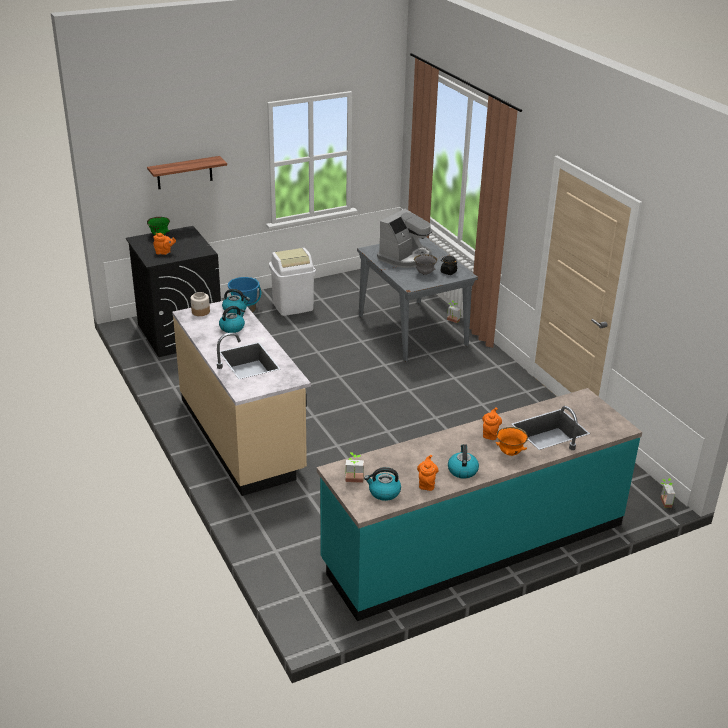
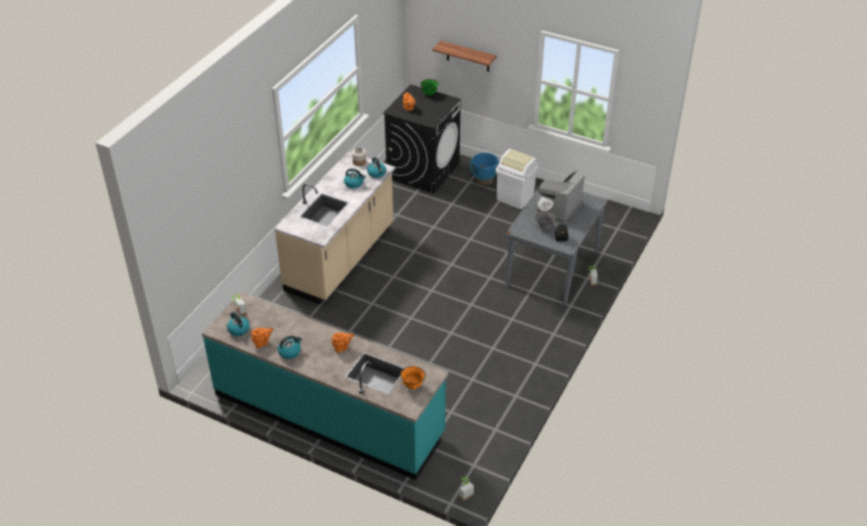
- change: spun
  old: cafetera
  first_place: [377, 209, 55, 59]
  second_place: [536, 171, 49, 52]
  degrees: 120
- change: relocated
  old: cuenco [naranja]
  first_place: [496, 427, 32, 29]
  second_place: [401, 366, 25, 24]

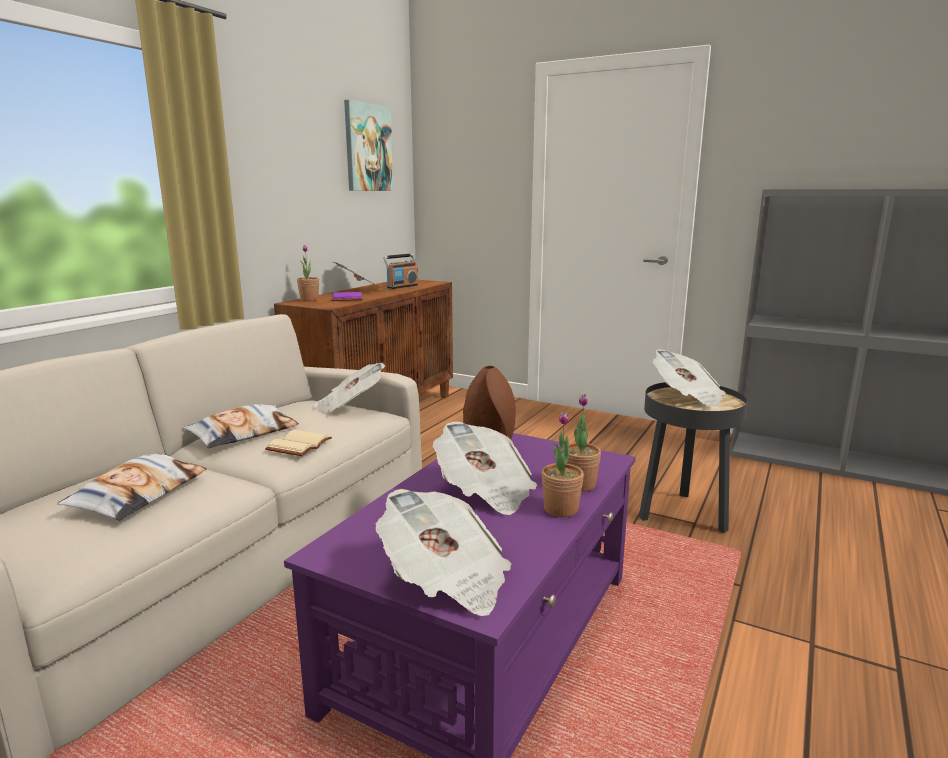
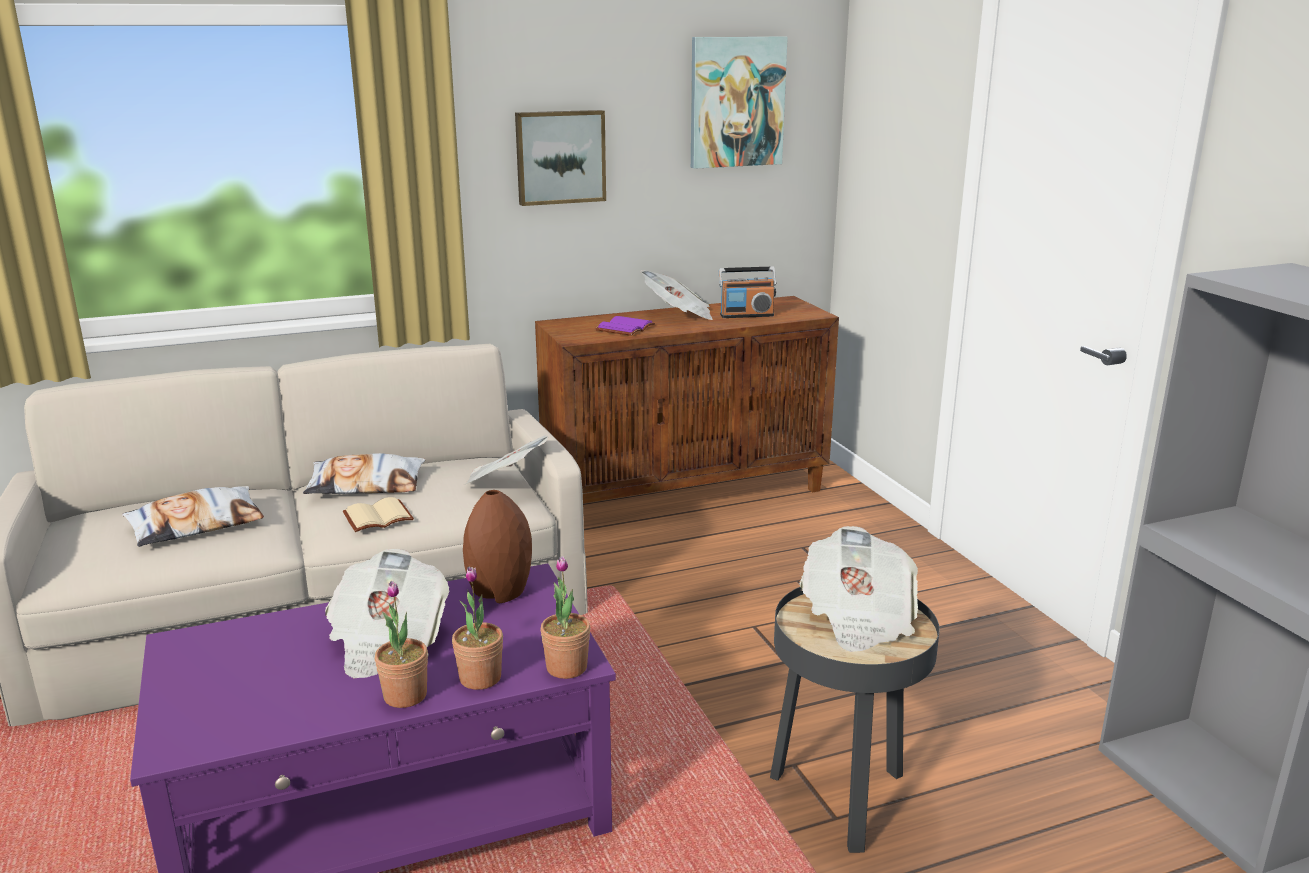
- change: relocated
  old: planta en maceta
  first_place: [297, 245, 22, 57]
  second_place: [540, 556, 50, 123]
- change: missing
  old: periódico
  first_place: [376, 489, 135, 127]
- change: appeared
  new: cuadro
  second_place: [515, 110, 91, 96]

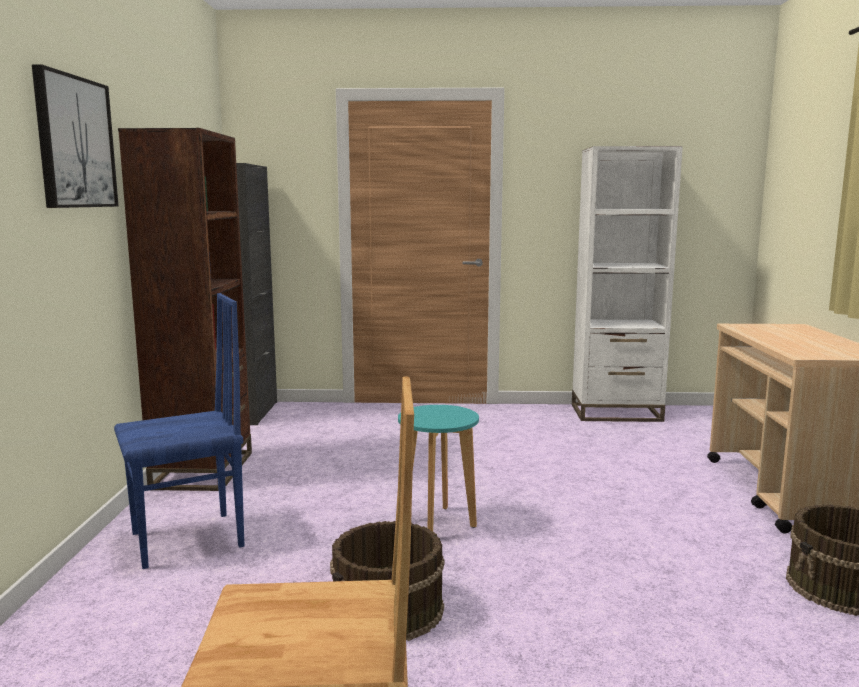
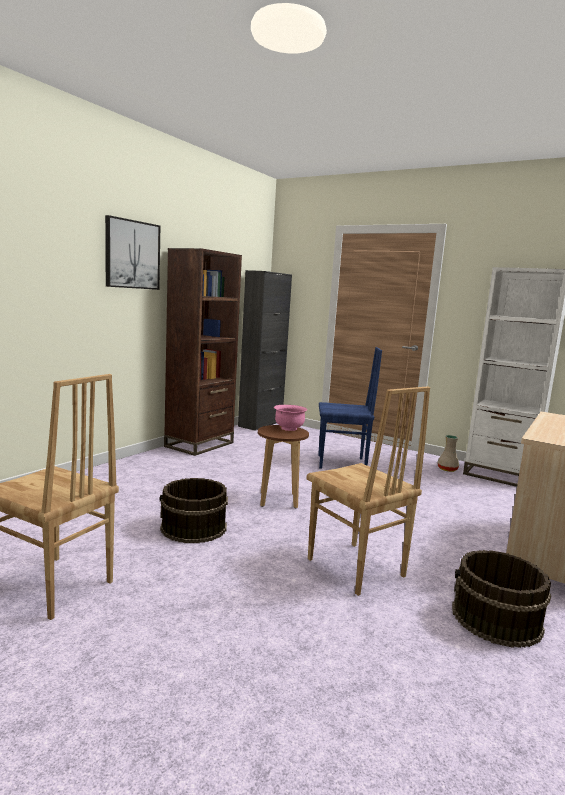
- change: relocated
  old: silla [azul]
  first_place: [114, 293, 131, 276]
  second_place: [318, 347, 64, 122]
- change: colour
  old: taburete [turquesa]
  new: taburete [marrón]
  first_place: [398, 405, 81, 127]
  second_place: [258, 425, 51, 83]
- change: appeared
  new: silla [marrón]
  second_place: [307, 386, 123, 210]
- change: appeared
  new: cuenco [rosa]
  second_place: [274, 405, 34, 26]
- change: appeared
  new: florero [beis]
  second_place: [437, 435, 22, 37]

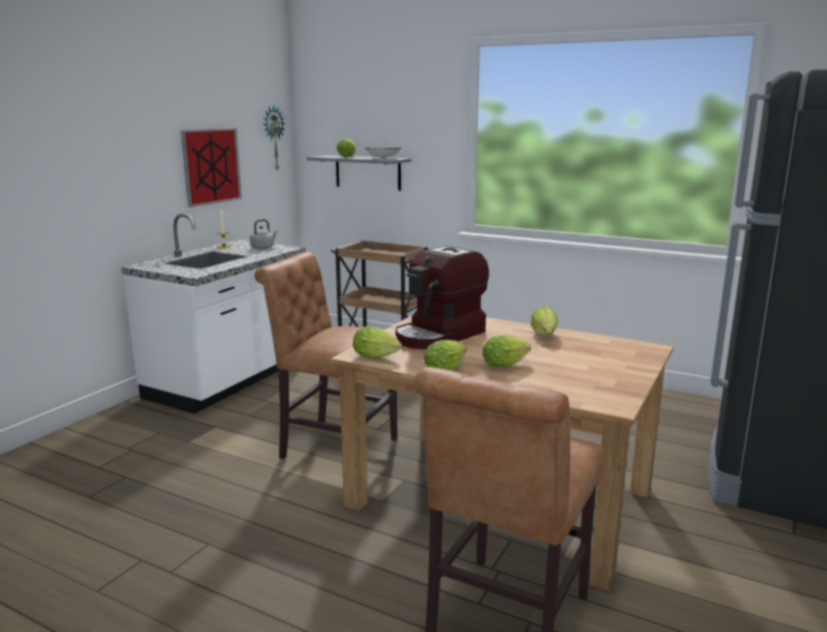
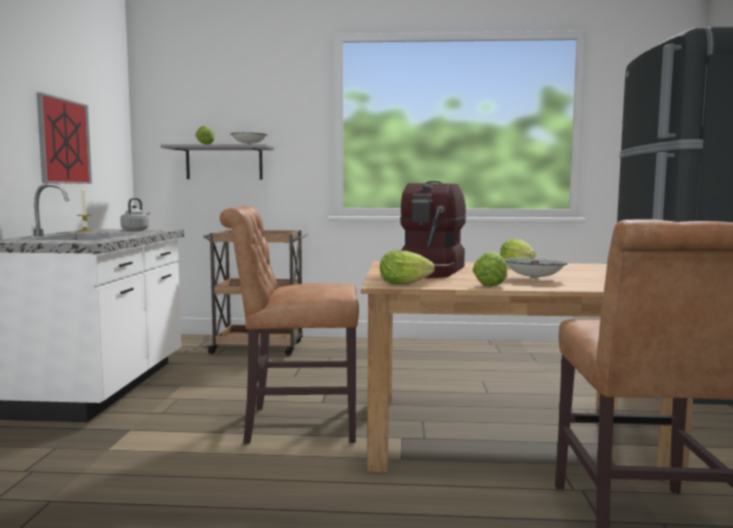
- change: missing
  old: reloj de pared
  first_place: [263, 105, 23, 65]
- change: exchanged
  old: lechuga
  new: cuenco
  first_place: [483, 335, 48, 32]
  second_place: [505, 258, 63, 22]

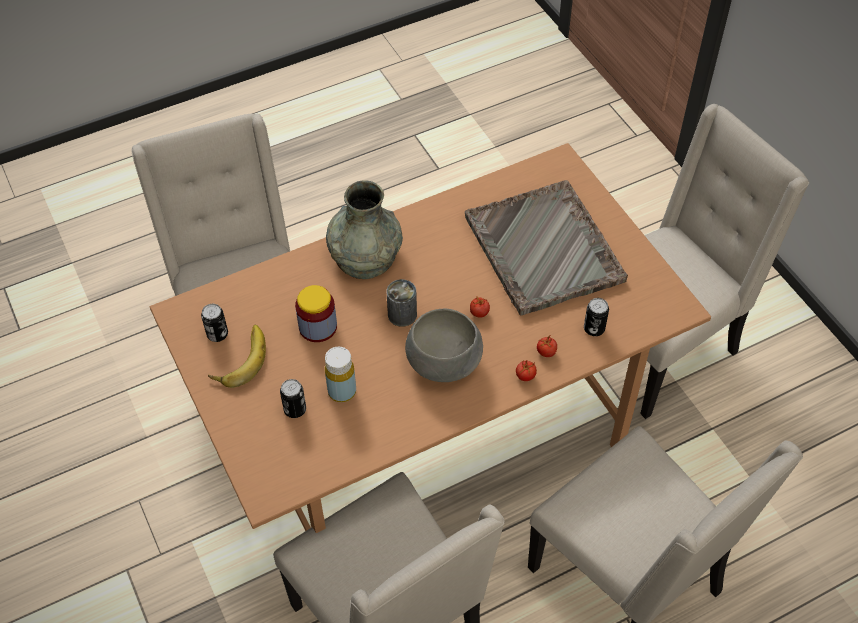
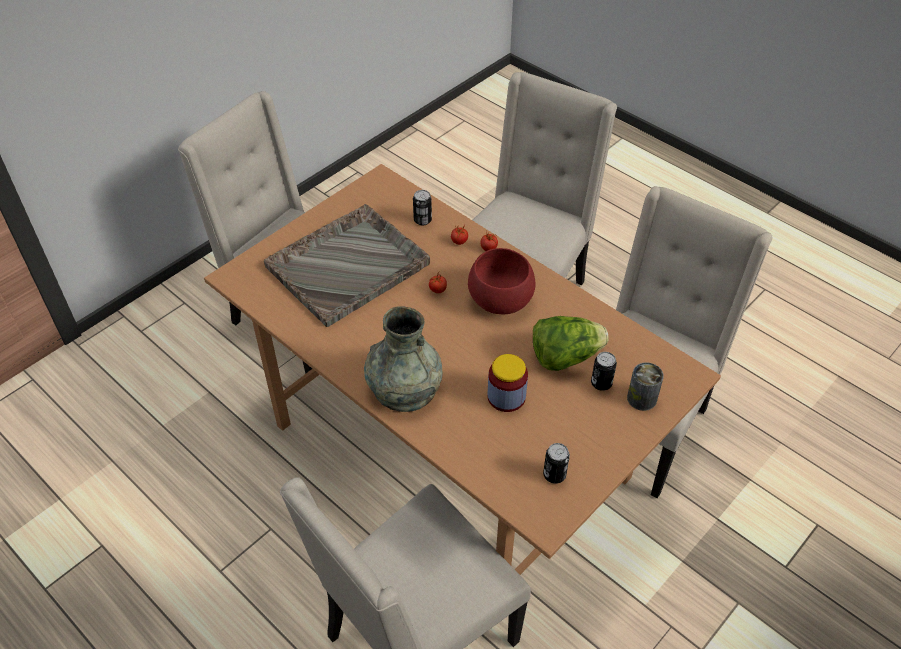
- change: relocated
  old: lata
  first_place: [387, 279, 30, 48]
  second_place: [627, 362, 37, 49]
- change: colour
  old: cuenco [gris]
  new: cuenco [rojo]
  first_place: [405, 309, 78, 73]
  second_place: [468, 248, 68, 66]
- change: missing
  old: plátano
  first_place: [208, 325, 58, 63]
- change: exchanged
  old: botella [amarillo]
  new: lechuga
  first_place: [325, 347, 31, 55]
  second_place: [533, 316, 76, 55]

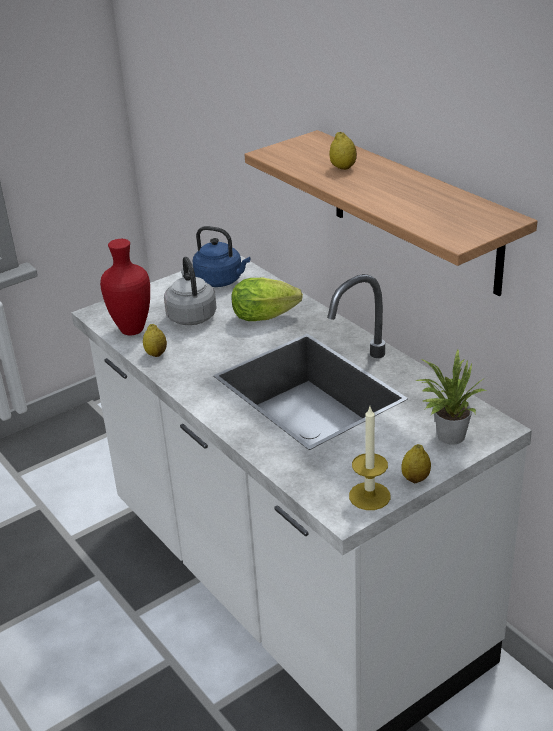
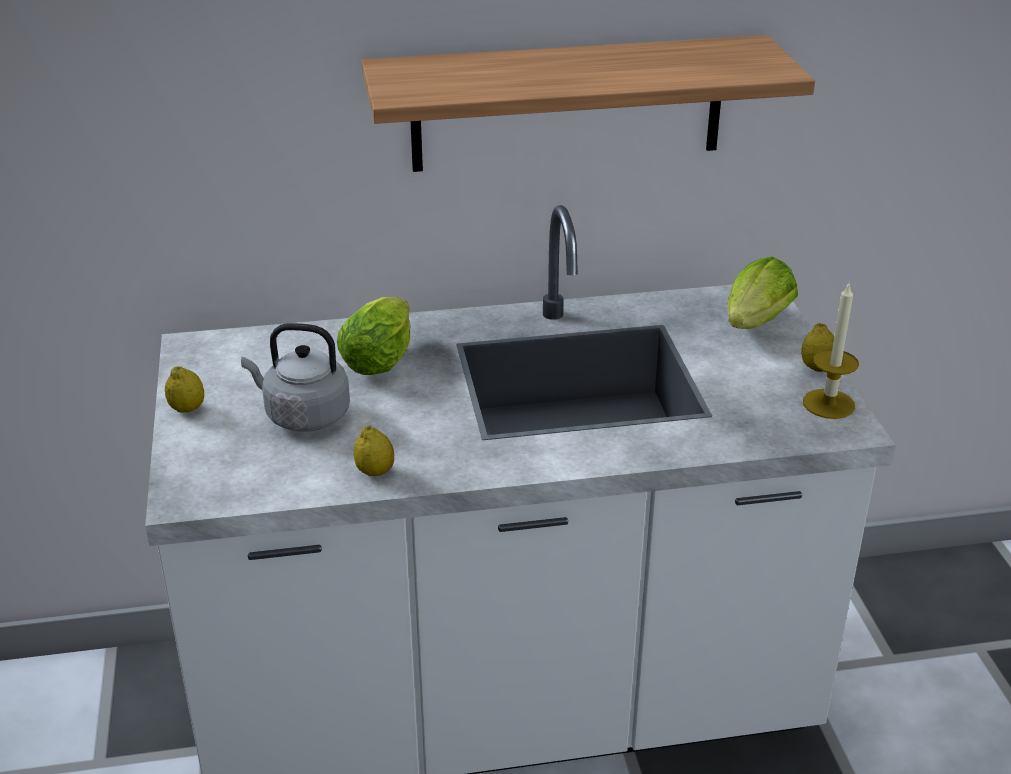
- change: relocated
  old: limón
  first_place: [329, 132, 28, 38]
  second_place: [165, 366, 39, 46]
- change: missing
  old: hervidor [azul]
  first_place: [193, 226, 57, 61]
- change: missing
  old: florero [rojo]
  first_place: [100, 239, 50, 96]
- change: exchanged
  old: planta en maceta
  new: lechuga
  first_place: [416, 349, 70, 96]
  second_place: [727, 257, 71, 72]

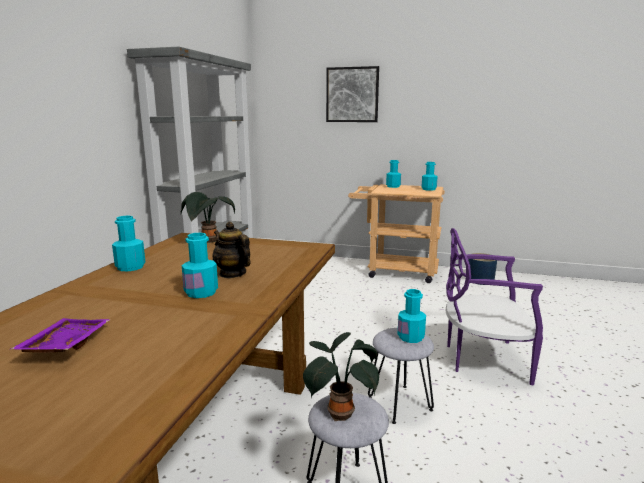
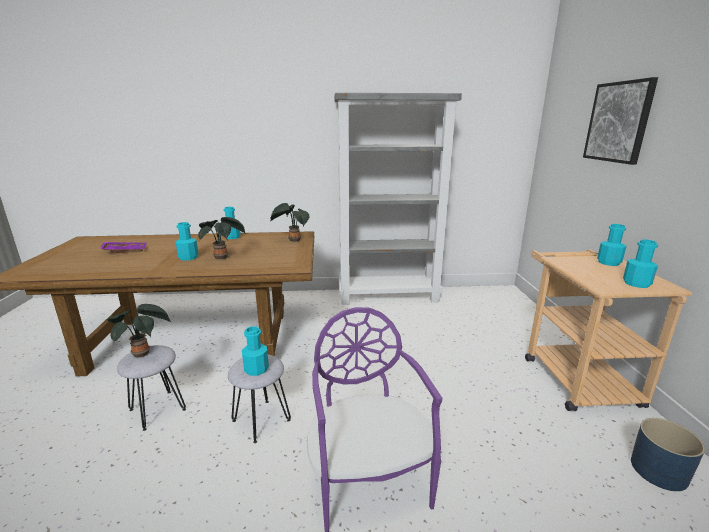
- change: exchanged
  old: tetera
  new: planta en maceta
  first_place: [213, 222, 38, 56]
  second_place: [198, 217, 49, 43]

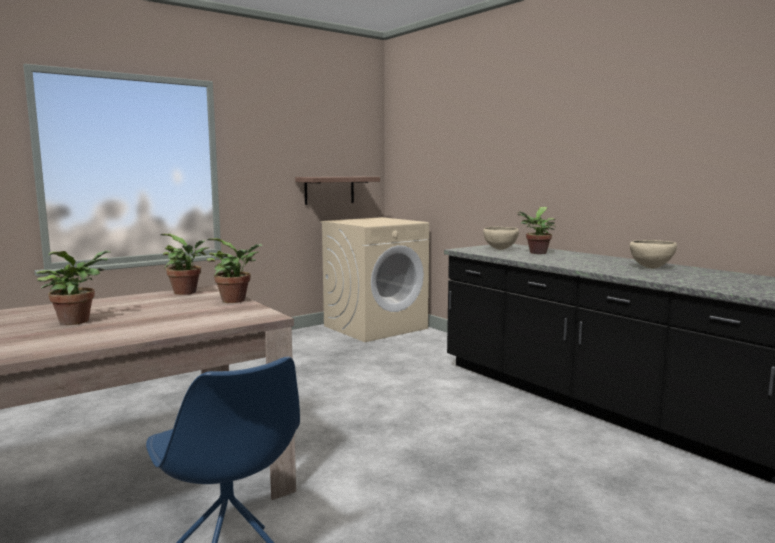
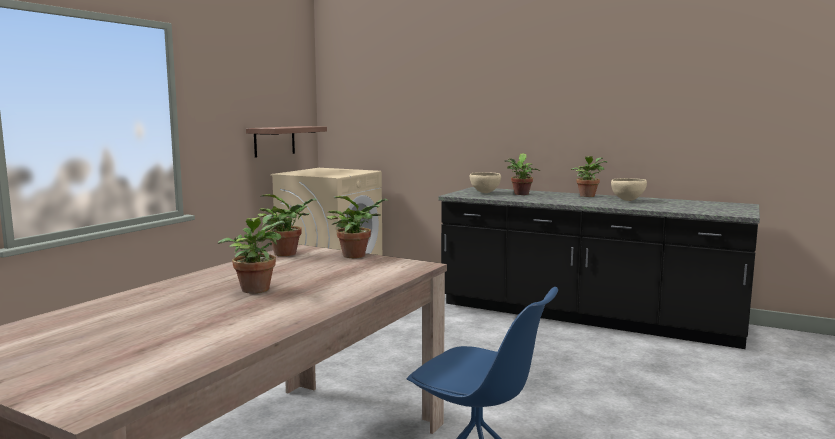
- change: appeared
  new: planta en maceta
  second_place: [570, 156, 37, 41]

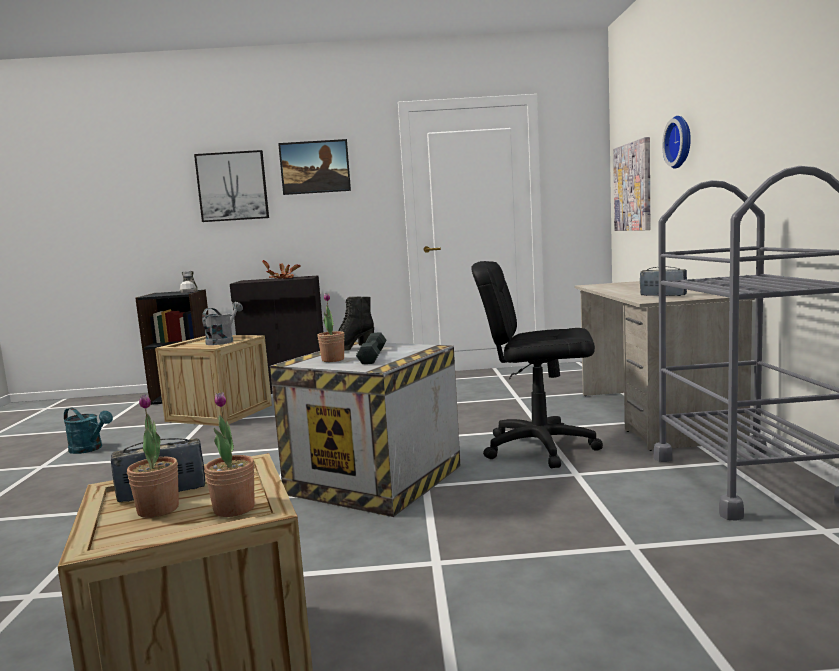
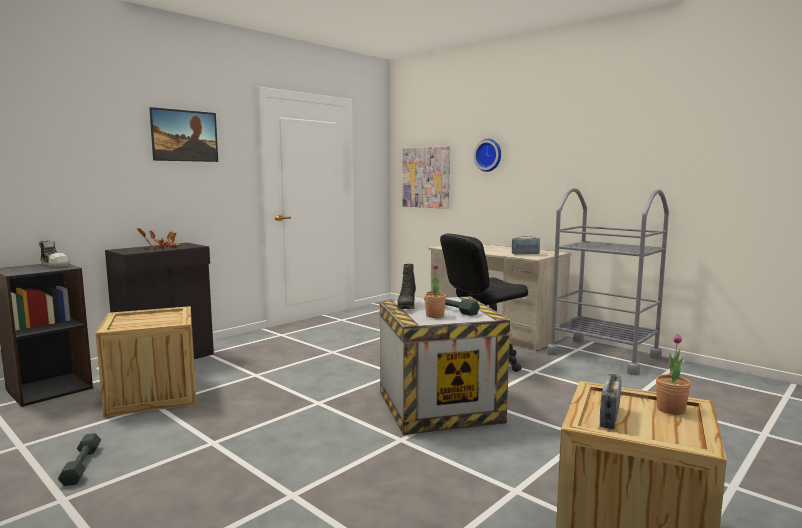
- change: missing
  old: cuadro
  first_place: [194, 150, 75, 72]
- change: missing
  old: regadera [gris]
  first_place: [202, 302, 41, 43]
- change: missing
  old: planta en maceta
  first_place: [127, 394, 52, 124]
- change: exchanged
  old: regadera [turquesa]
  new: mancuerna [gris]
  first_place: [64, 408, 49, 46]
  second_place: [58, 433, 43, 53]

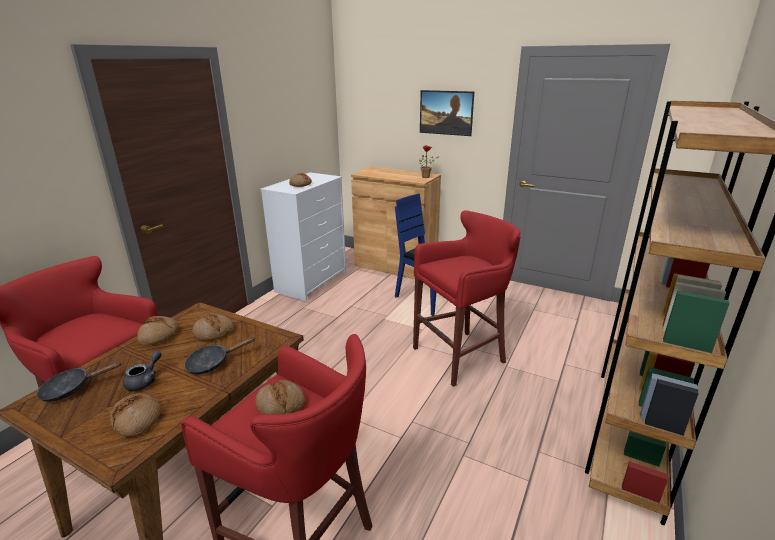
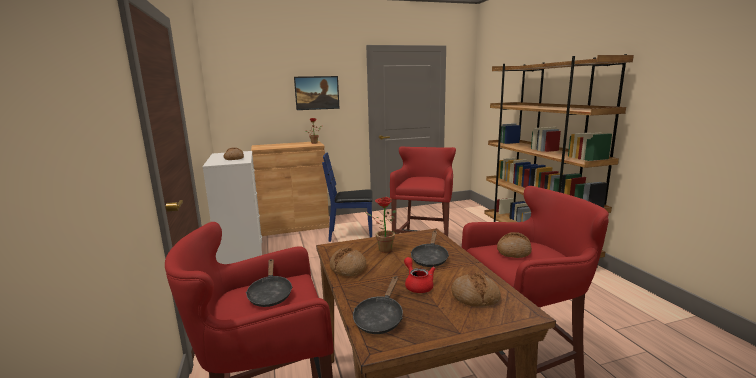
- change: exchanged
  old: pan
  new: planta en maceta
  first_place: [192, 313, 42, 28]
  second_place: [365, 197, 31, 56]
- change: colour
  old: tetera [gris]
  new: tetera [rojo]
  first_place: [123, 351, 38, 40]
  second_place: [404, 257, 31, 36]
- change: appeared
  new: sartén [negro]
  second_place: [245, 259, 48, 48]

